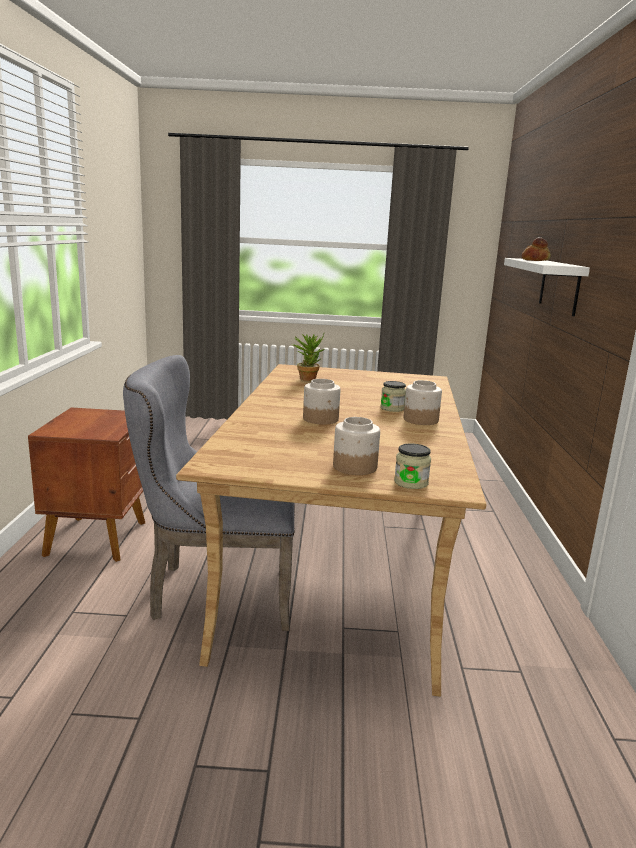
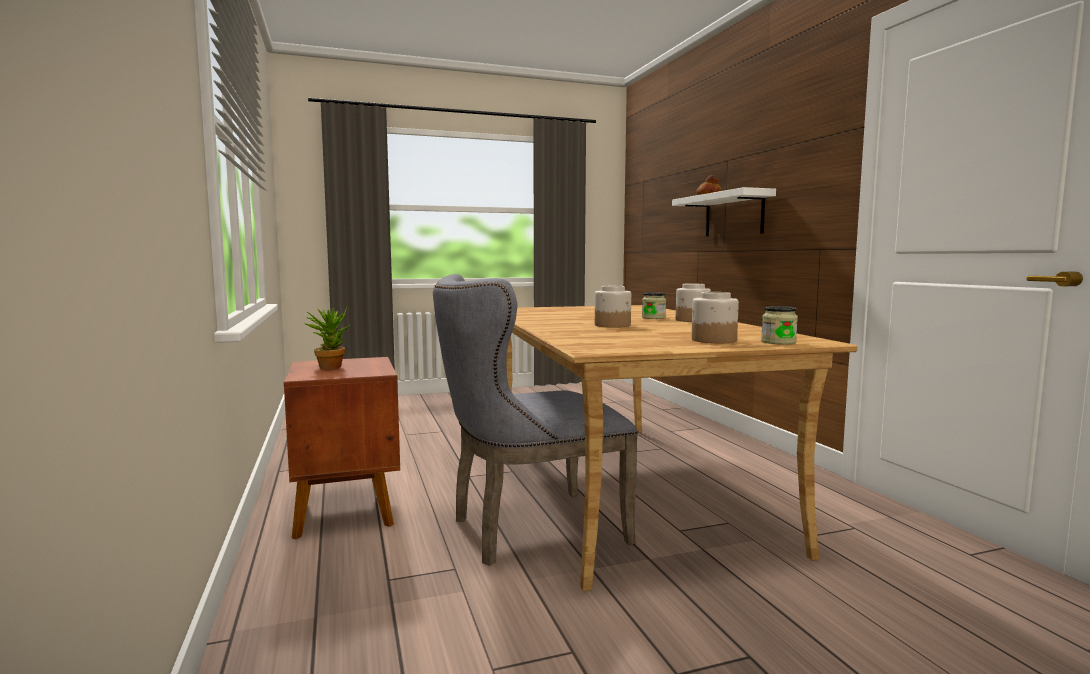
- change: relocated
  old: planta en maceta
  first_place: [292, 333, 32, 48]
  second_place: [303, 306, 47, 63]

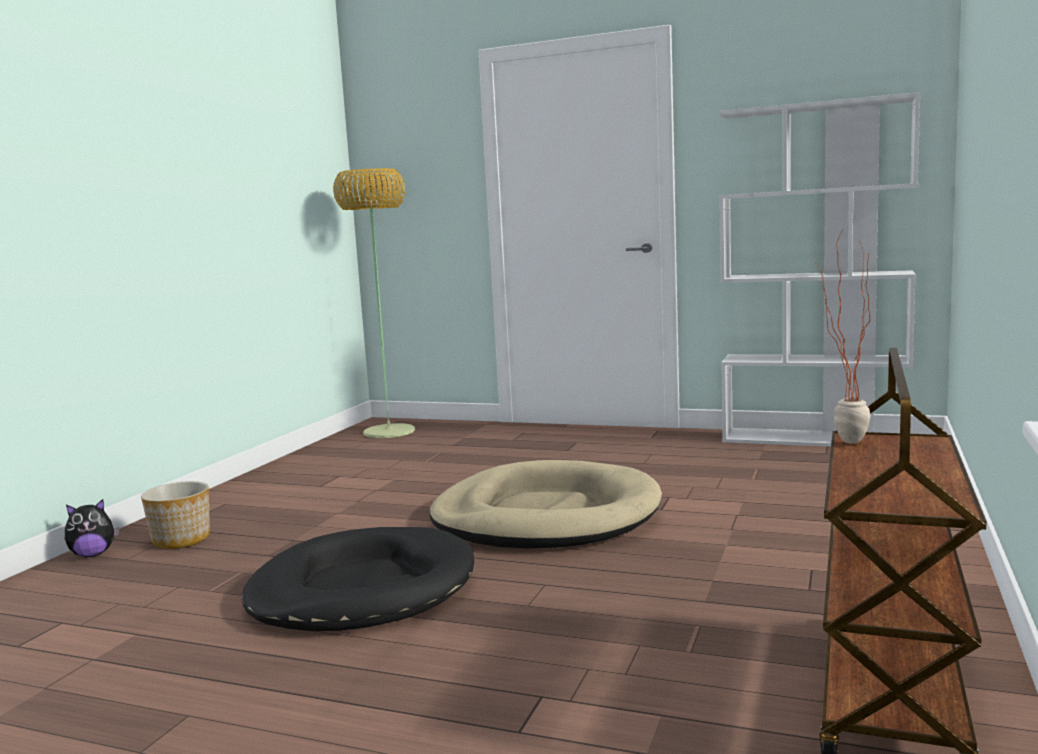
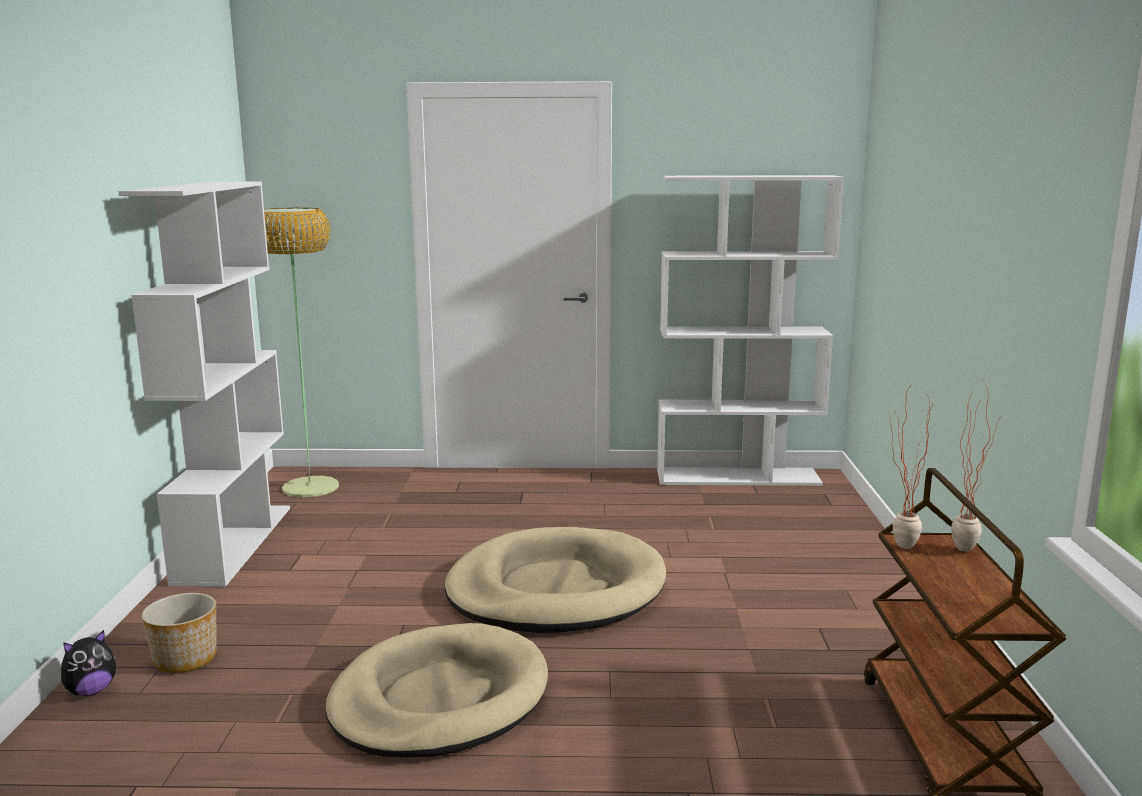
- change: colour
  old: cama para perro [negro]
  new: cama para perro [beis]
  first_place: [242, 527, 232, 104]
  second_place: [326, 623, 222, 135]
- change: appeared
  new: estantería [blanco]
  second_place: [118, 182, 172, 405]
- change: appeared
  new: planta en maceta
  second_place: [951, 381, 53, 171]

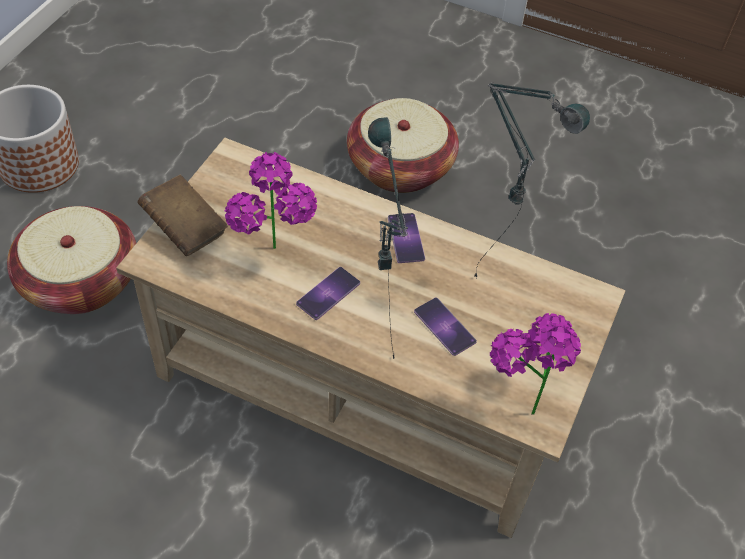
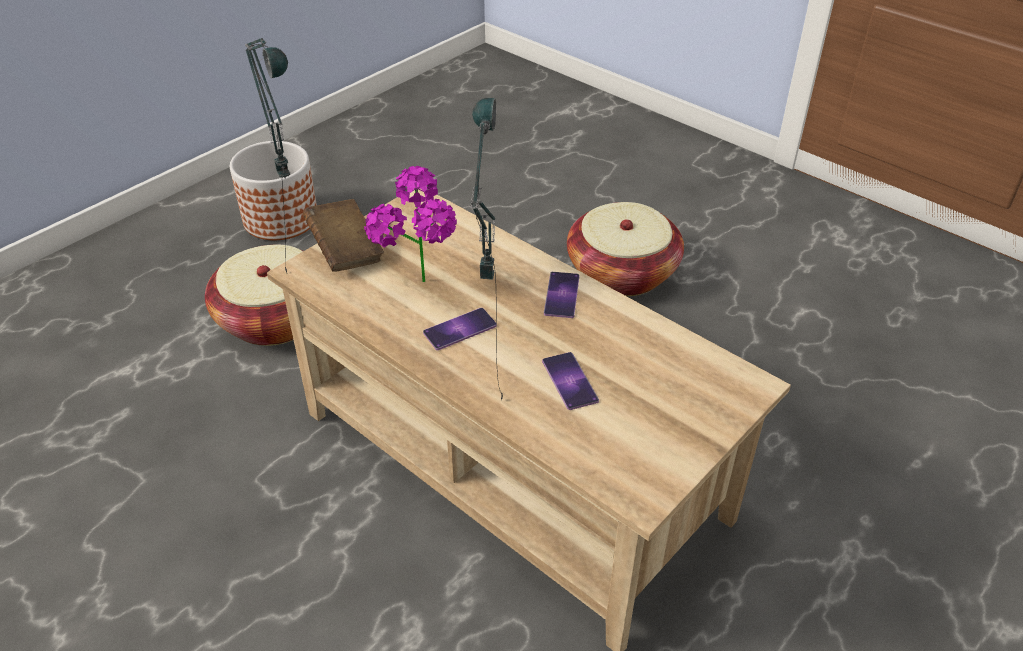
- change: relocated
  old: lámpara de mesa
  first_place: [474, 82, 116, 196]
  second_place: [245, 38, 45, 235]
- change: missing
  old: planta en maceta
  first_place: [490, 313, 91, 102]

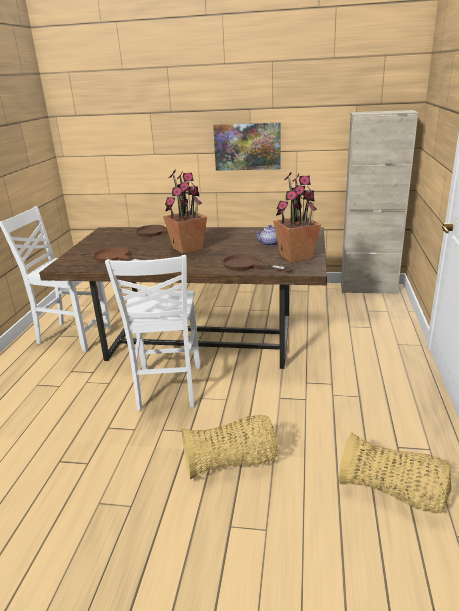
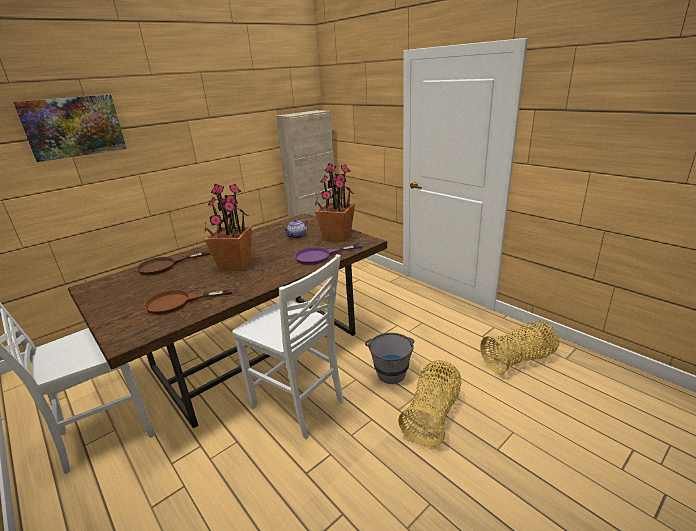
- change: relocated
  old: cuadro
  first_place: [213, 123, 68, 48]
  second_place: [13, 94, 114, 68]
- change: colour
  old: sartén [marrón]
  new: sartén [morado]
  first_place: [222, 254, 71, 18]
  second_place: [294, 244, 68, 21]
- change: appeared
  new: cubo [gris]
  second_place: [365, 333, 49, 51]

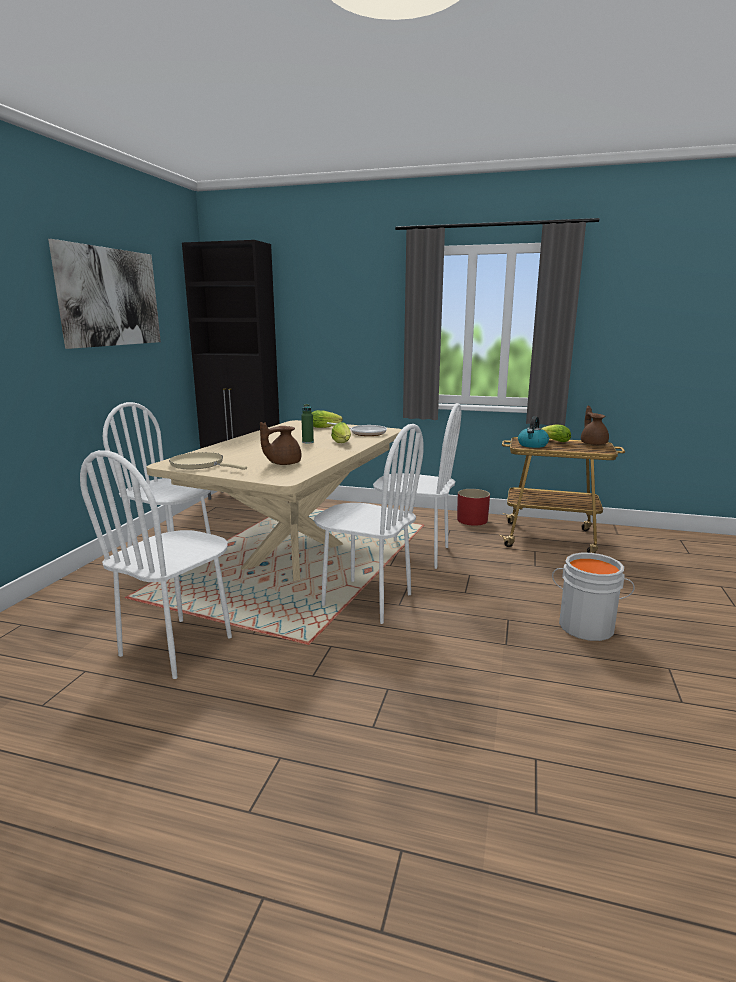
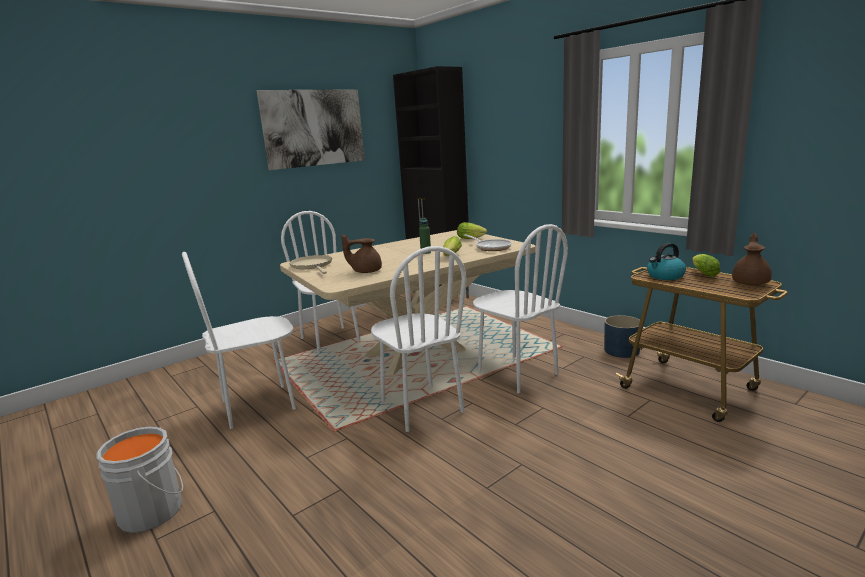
- change: colour
  old: maceta [rojo]
  new: maceta [azul]
  first_place: [457, 489, 33, 37]
  second_place: [604, 315, 36, 43]
- change: relocated
  old: cubo [gris]
  first_place: [552, 553, 83, 88]
  second_place: [97, 427, 86, 106]

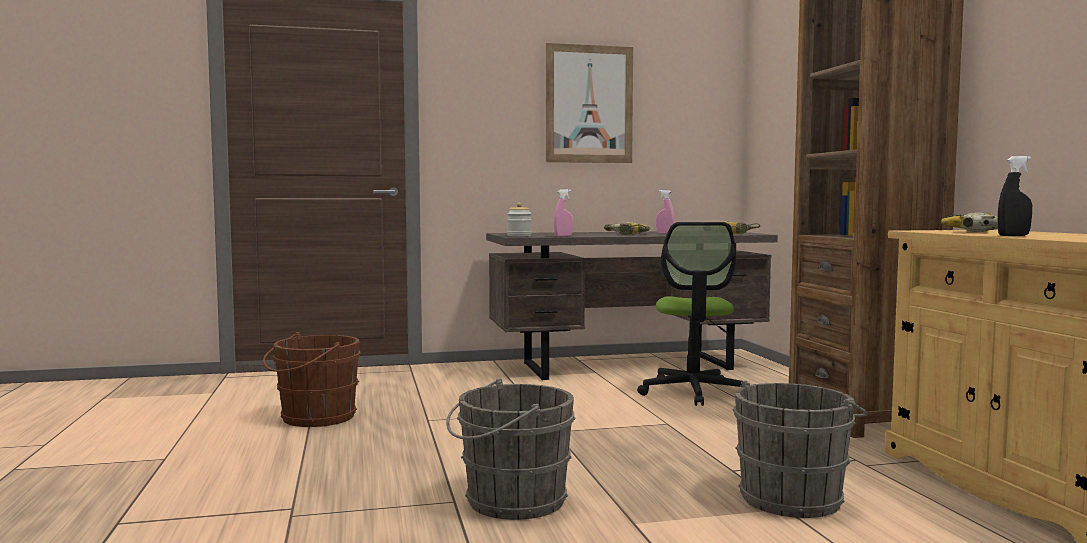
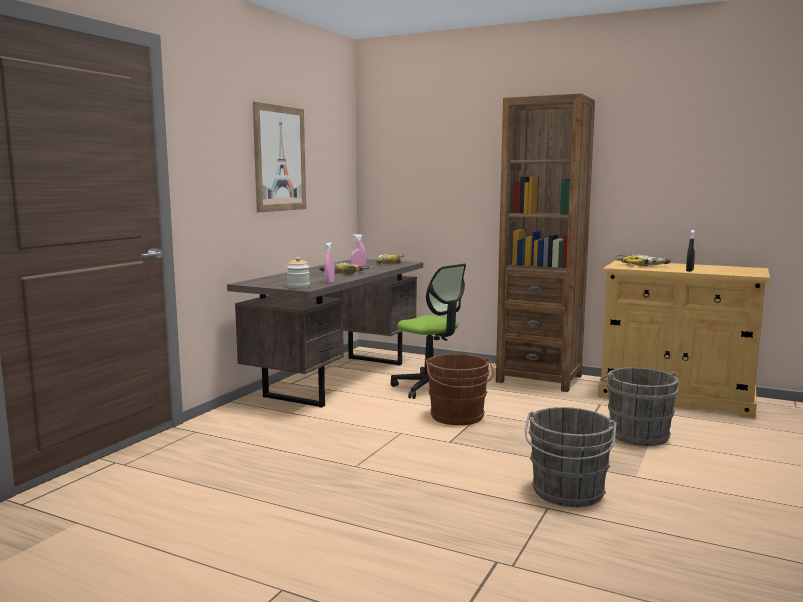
- change: relocated
  old: cubo [marrón]
  first_place: [263, 332, 98, 95]
  second_place: [426, 354, 68, 71]

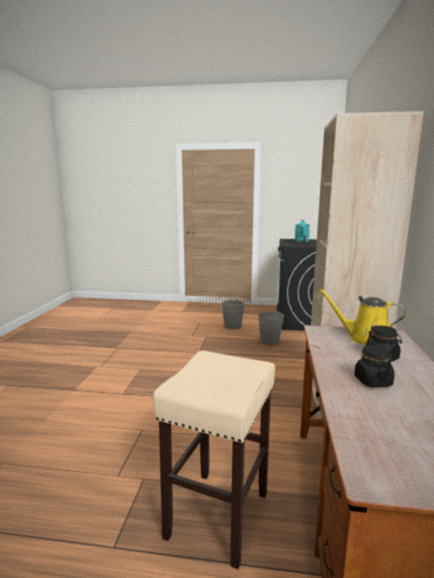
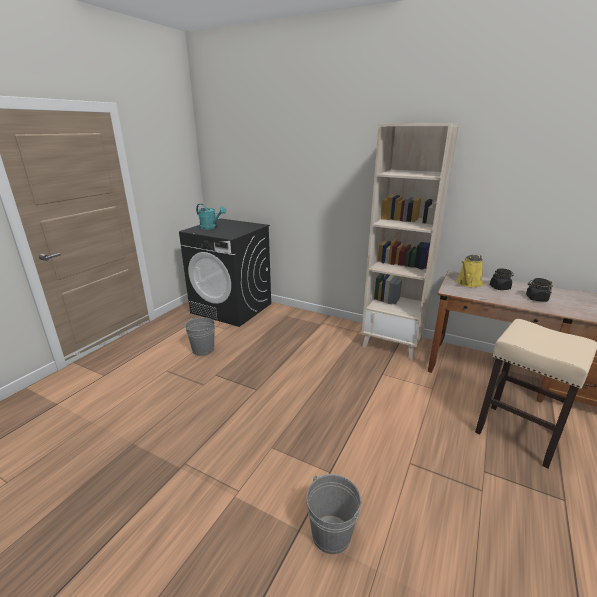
- change: relocated
  old: cubo [gris]
  first_place: [258, 310, 26, 34]
  second_place: [307, 474, 54, 80]

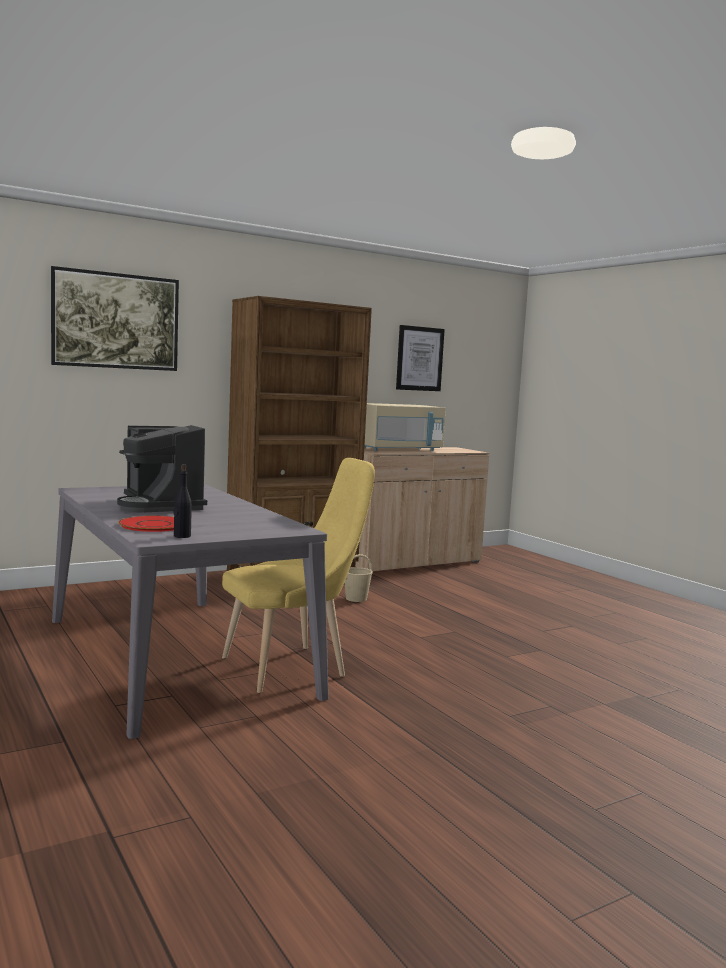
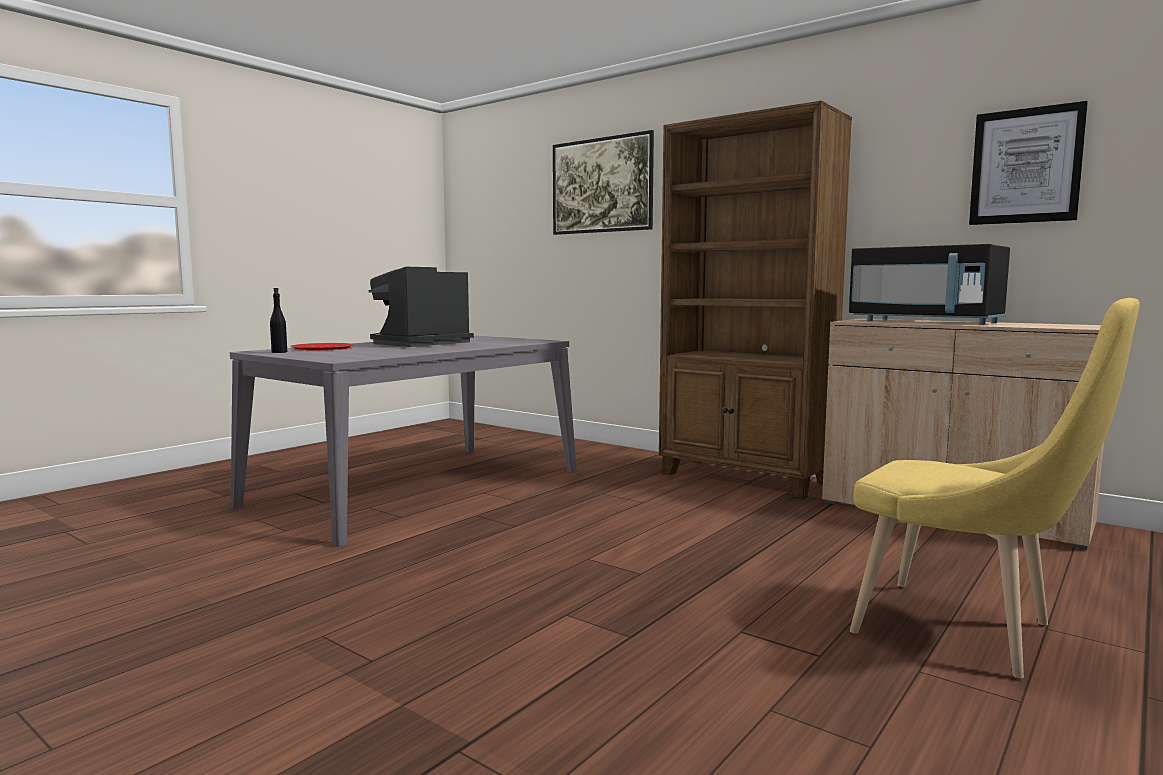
- change: colour
  old: microondas [beis]
  new: microondas [negro]
  first_place: [364, 403, 82, 48]
  second_place: [849, 244, 161, 81]
- change: relocated
  old: silla [amarillo]
  first_place: [222, 458, 153, 235]
  second_place: [850, 298, 290, 381]
- change: missing
  old: cubo [beis]
  first_place: [344, 554, 29, 48]

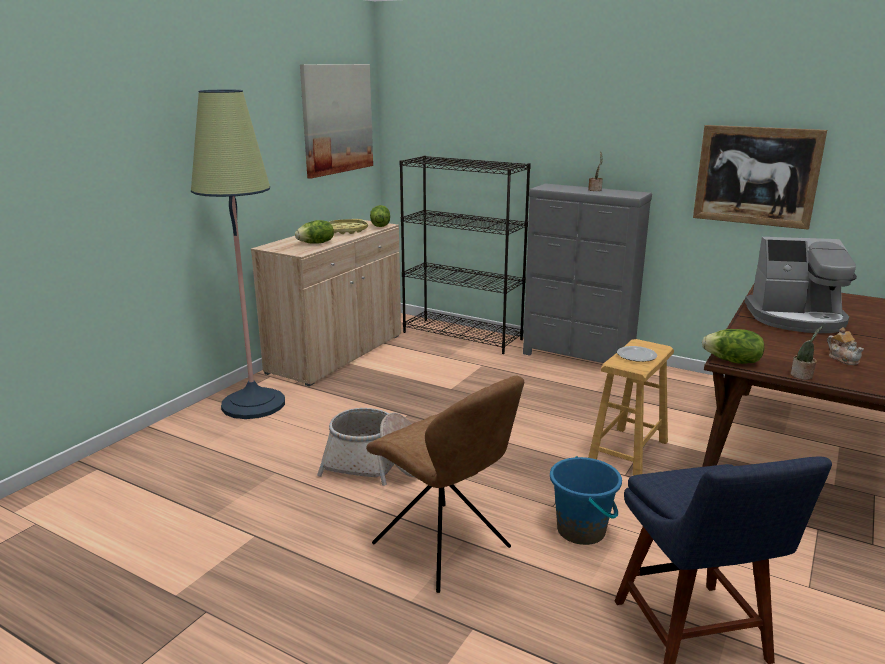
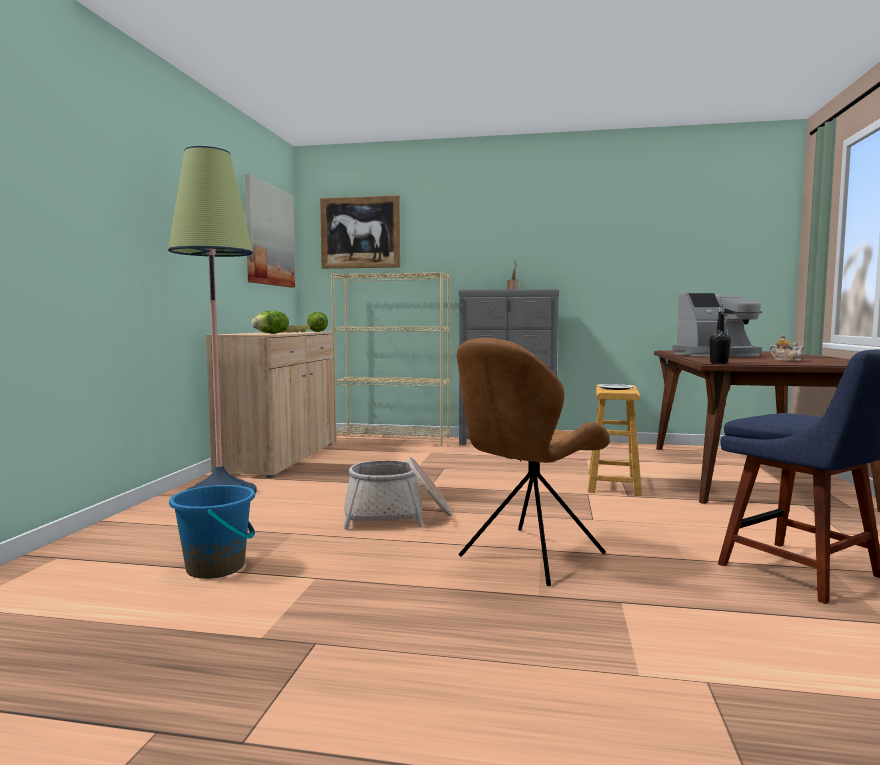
- change: relocated
  old: cuadro
  first_place: [693, 125, 134, 105]
  second_place: [320, 195, 80, 74]
- change: colour
  old: estantería [negro]
  new: estantería [beis]
  first_place: [399, 156, 132, 198]
  second_place: [331, 272, 119, 174]
- change: missing
  old: planta en maceta
  first_place: [790, 326, 33, 54]
- change: exchanged
  old: lechuga
  new: botella [negro]
  first_place: [702, 329, 62, 35]
  second_place: [709, 307, 22, 57]
- change: spun
  old: silla [marrón]
  first_place: [366, 376, 158, 217]
  second_place: [457, 338, 153, 248]
  degrees: 105
- change: relocated
  old: cubo [azul]
  first_place: [550, 456, 72, 89]
  second_place: [169, 485, 86, 94]

